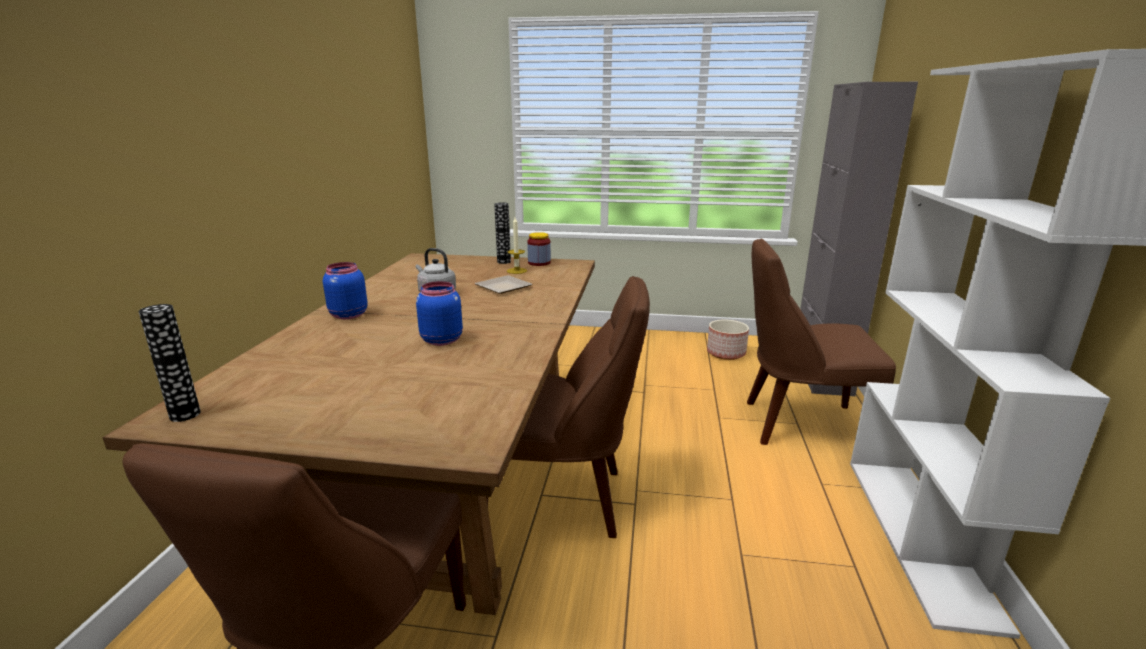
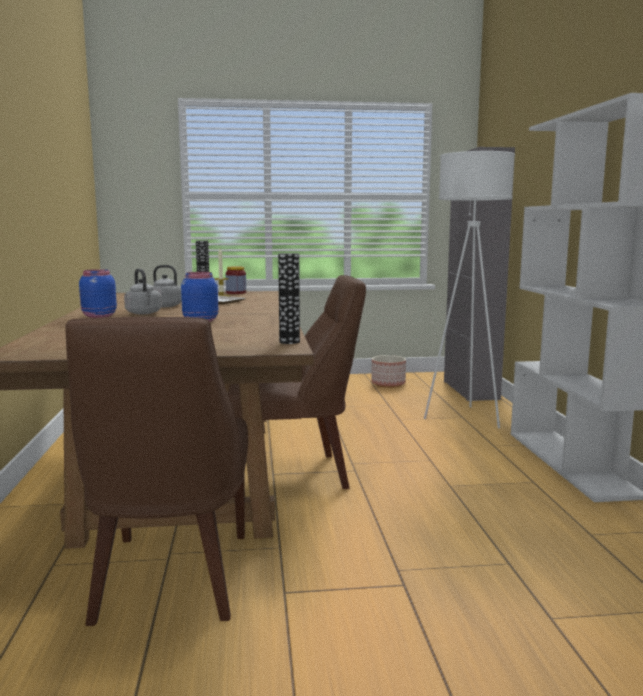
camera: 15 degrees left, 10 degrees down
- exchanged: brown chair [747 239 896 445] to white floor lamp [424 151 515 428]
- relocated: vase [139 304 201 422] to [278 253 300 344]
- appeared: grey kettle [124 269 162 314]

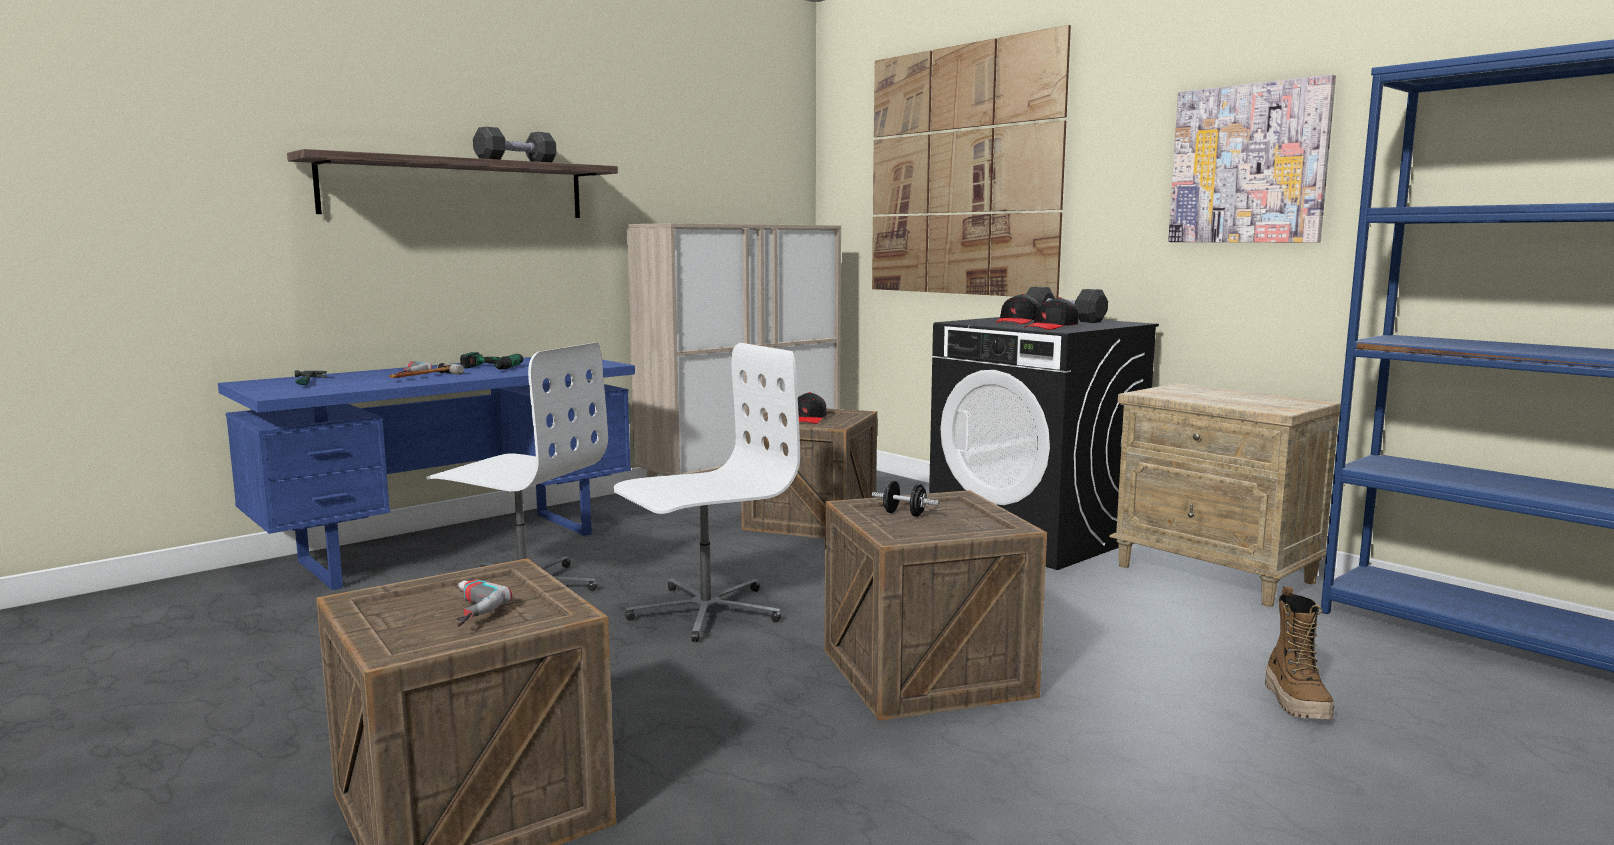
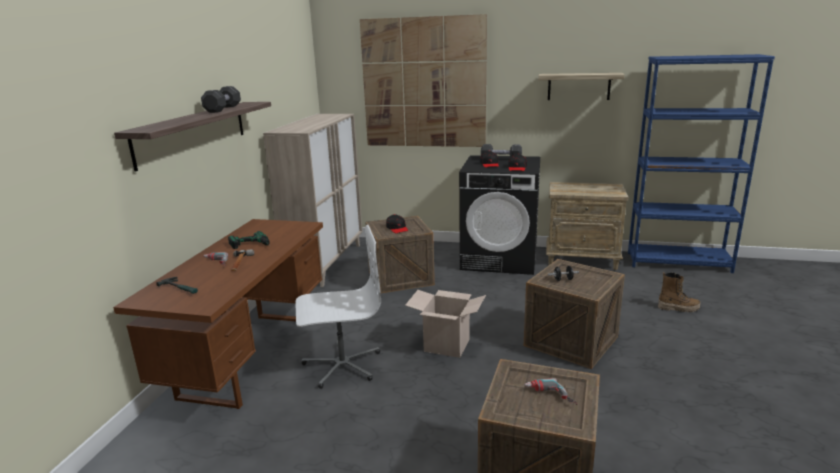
camera: 35 degrees left, 10 degrees up
- exchanged: picture [1168 74 1336 242] to shelf [538 73 625 100]
- exchanged: white office chair [613 343 800 642] to cardboard box [405 290 486 358]
- colour: blue desk [218 357 635 590] to brown desk [113 219 323 409]
- spun: boot [1265 587 1334 719] = [658 272 700 312] 45 degrees counterclockwise

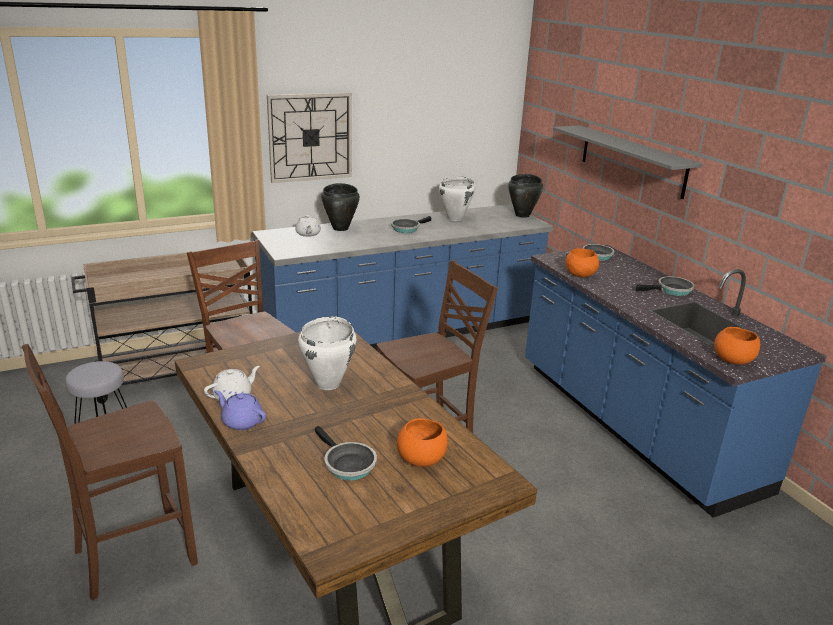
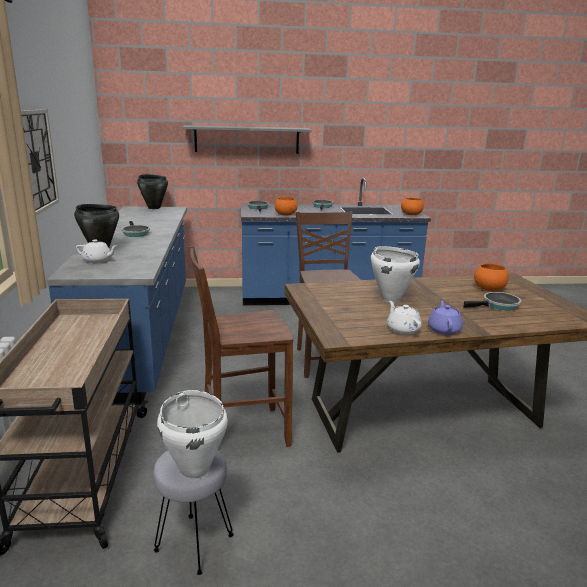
camera: 70 degrees left, 5 degrees down
- relocated: white cooking pot [439 177 475 221] to [157 390 228 479]
- missing: brown chair [22 344 198 600]
- spun: purple teapot [215 390 266 430] = [428 301 463 335] 135 degrees clockwise

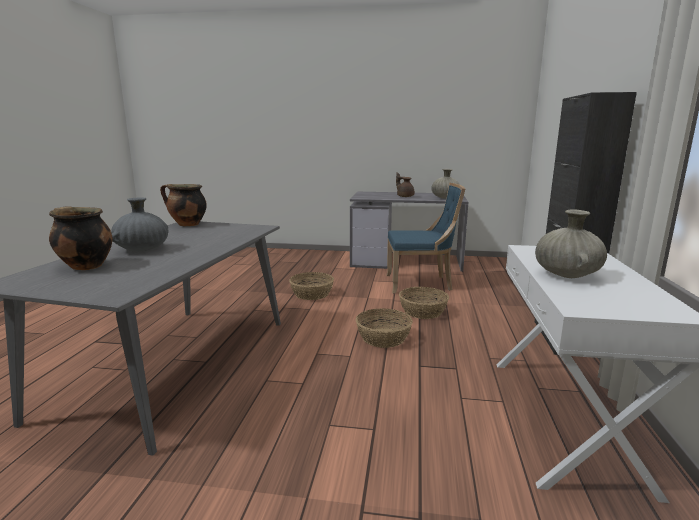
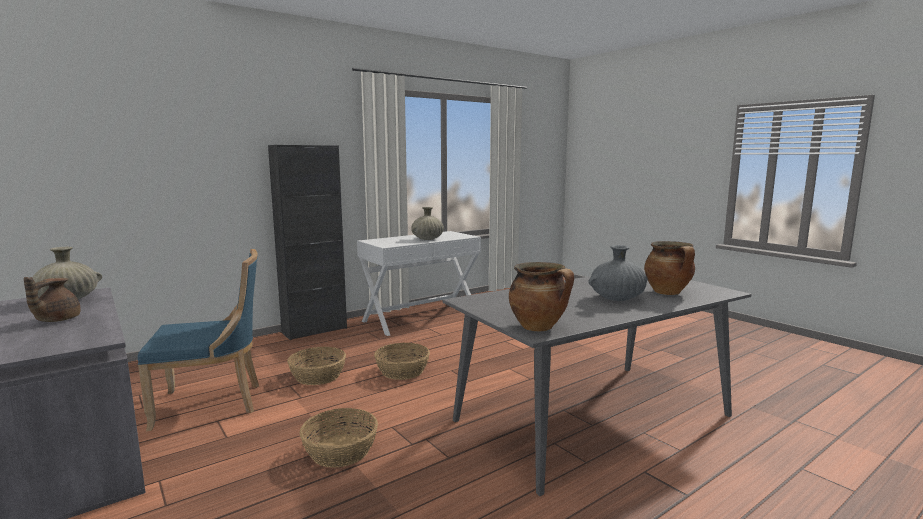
camera: 135 degrees left, 5 degrees down
- spun: blue chair [386 182 465 293] = [138 249 259 431] 120 degrees clockwise

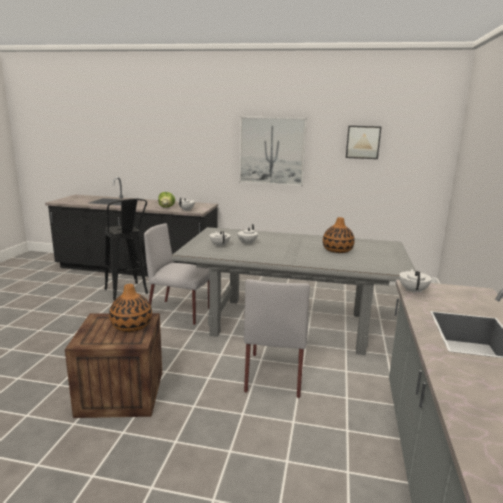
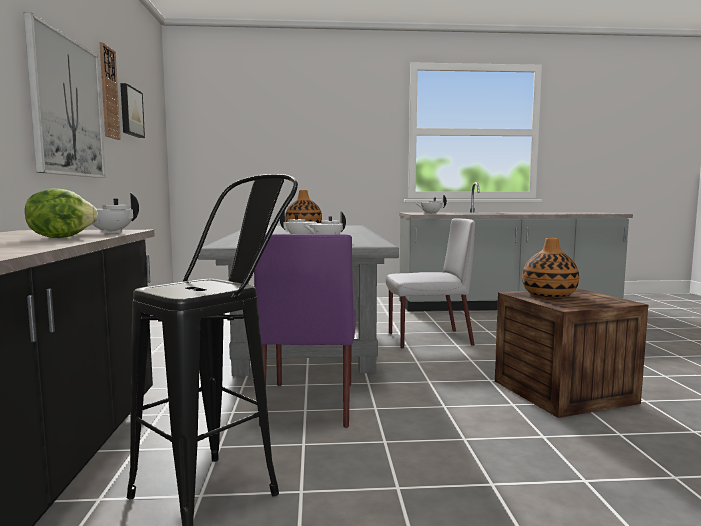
camera: 105 degrees left, 10 degrees down
- colour: grey chair [144 223 209 325] to purple chair [254 234 356 428]
- appeared: wall clock [99 42 121 140]

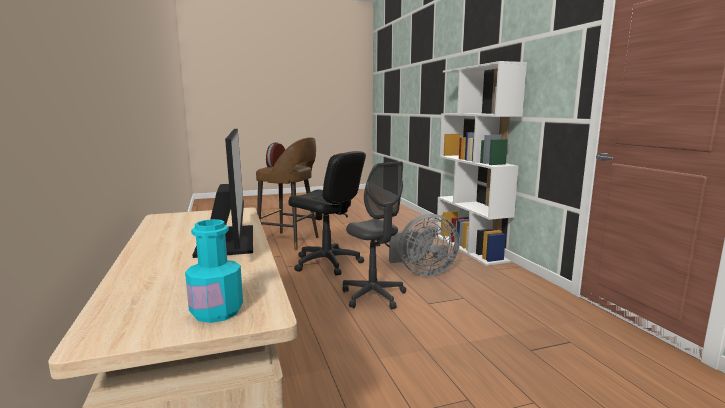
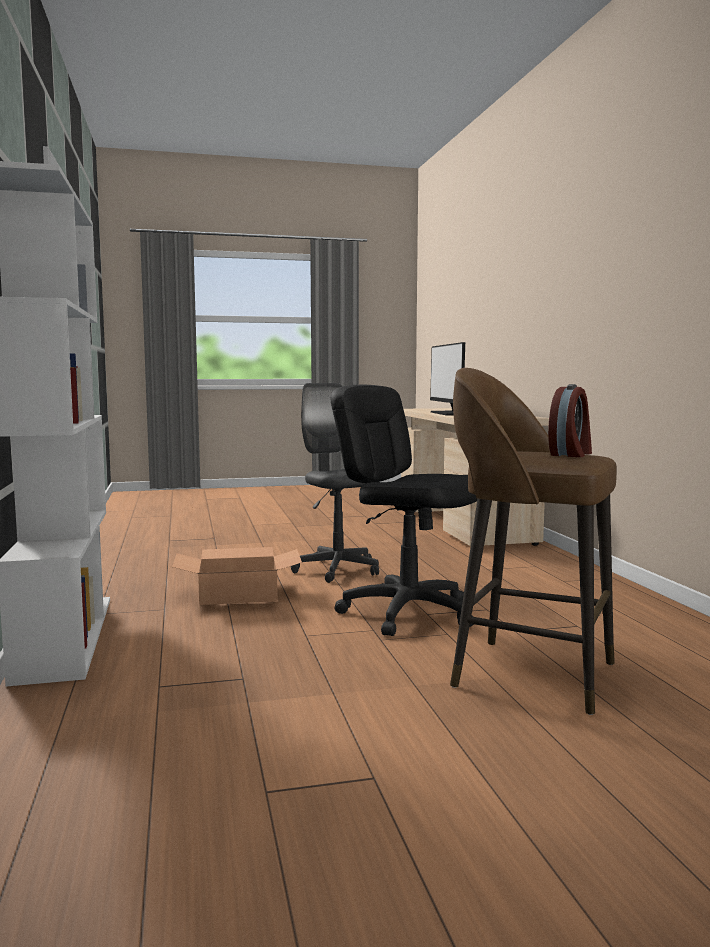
camera: 175 degrees left, 5 degrees down
- exchanged: grey fan [389 214 460 276] to cardboard box [172 547 302 605]
- missing: turquoise bottle [185 219 243 323]

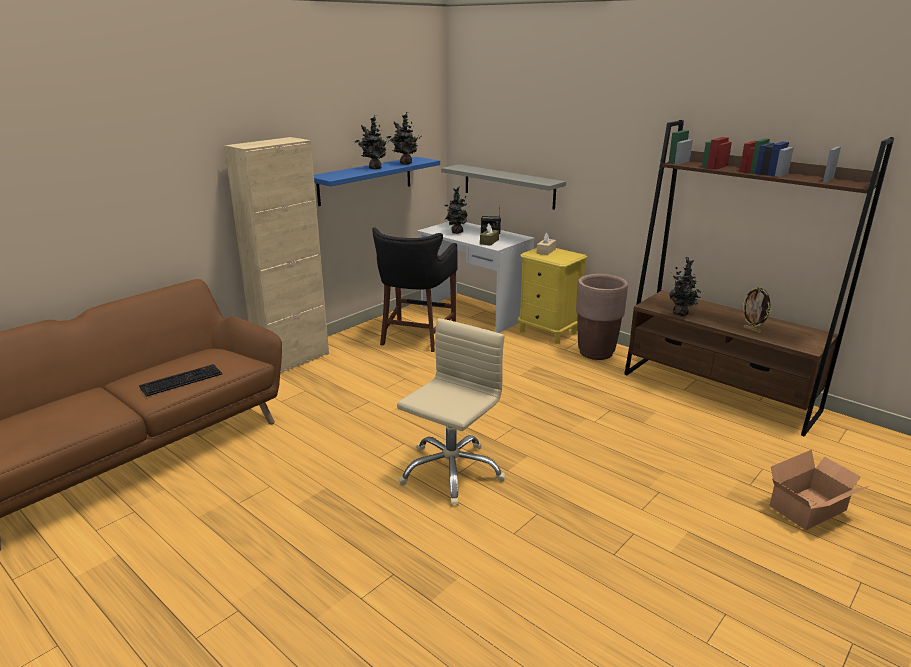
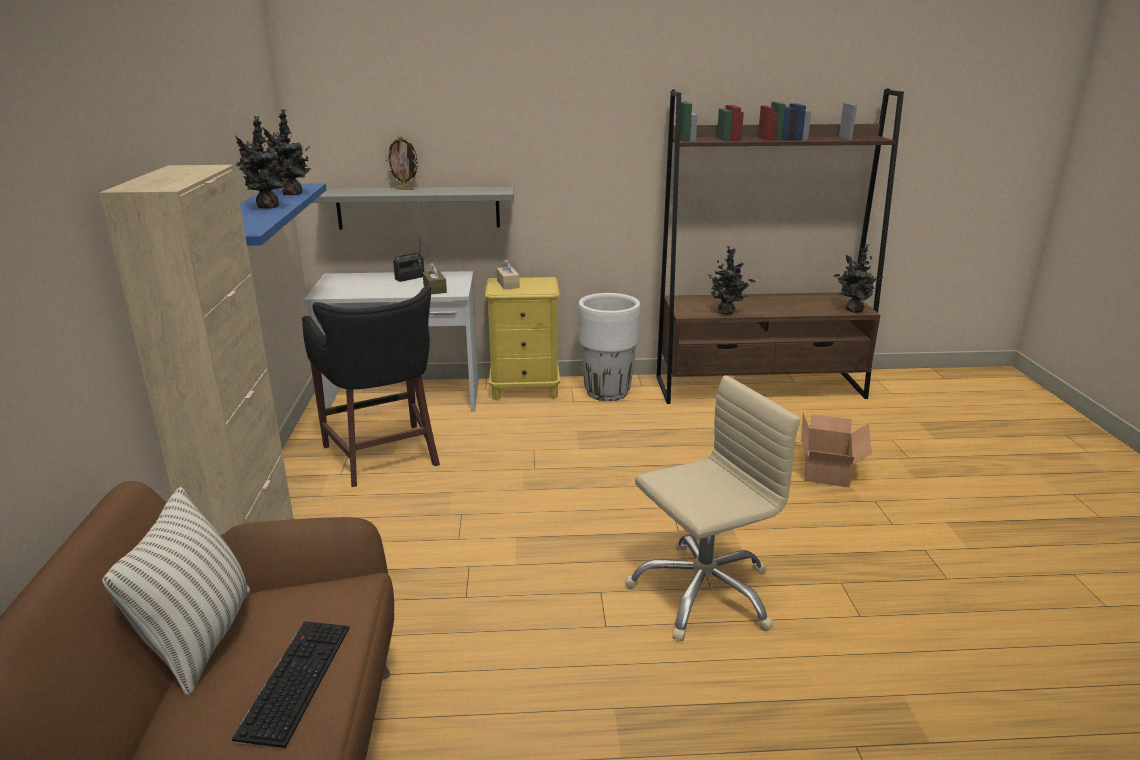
camera: 45 degrees left, 0 degrees up
- relocated: potted plant [444 187 467 234] to [833 244 884 313]
- colour: brown planter [576 274 628 360] to white planter [578 293 640 401]
- relocated: picture frame [742 286 771 333] to [386 136 419 190]
- spun: beige office chair [397 318 506 506] = [625 375 800 641] 75 degrees clockwise
- relocated: cardboard box [769 450 870 530] to [801 413 872 487]
- appeared: pillow [102 487 250 696]

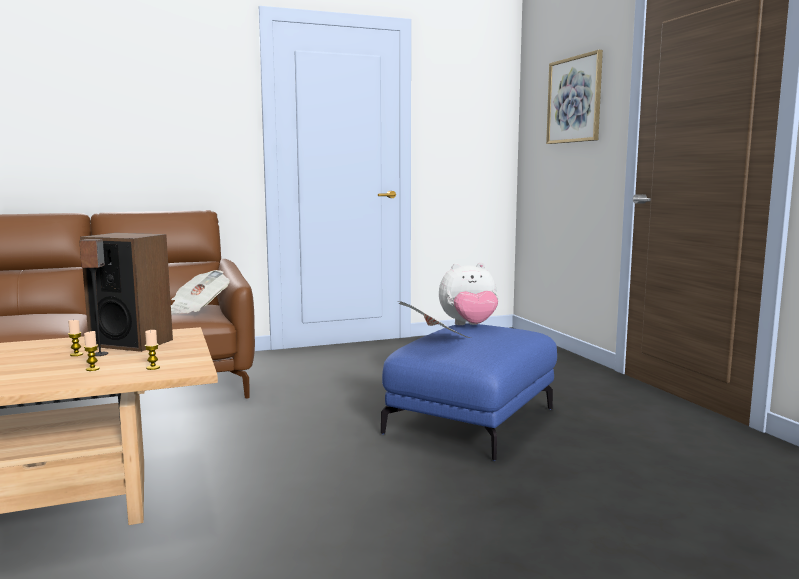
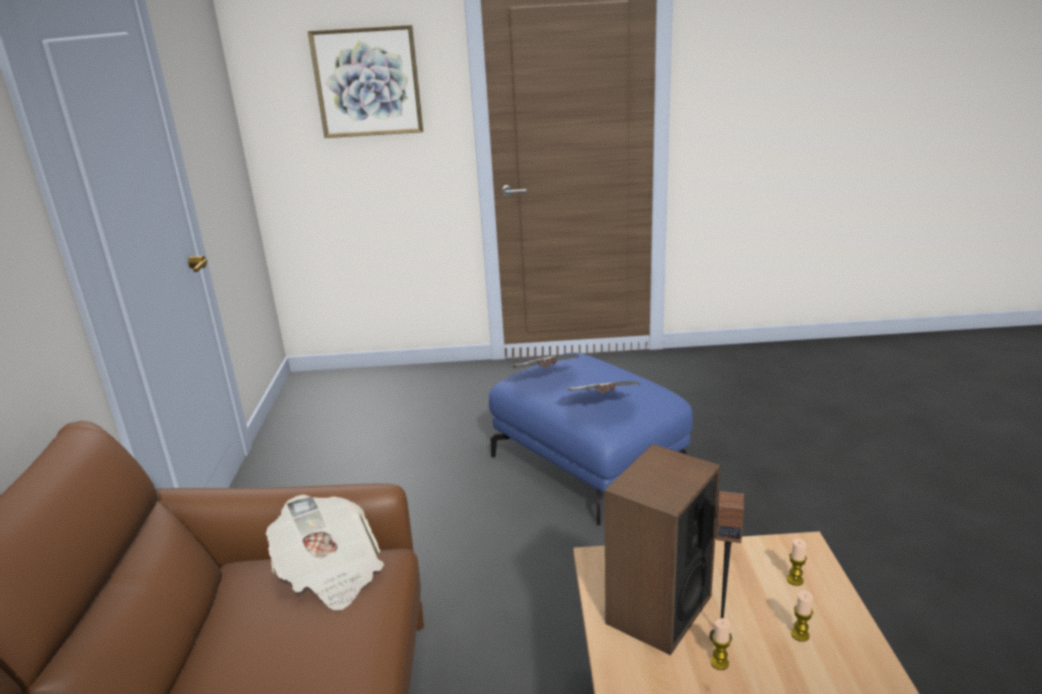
camera: 70 degrees left, 15 degrees up
- exchanged: plush toy [439 263 498 325] to newspaper [511 354 579 368]

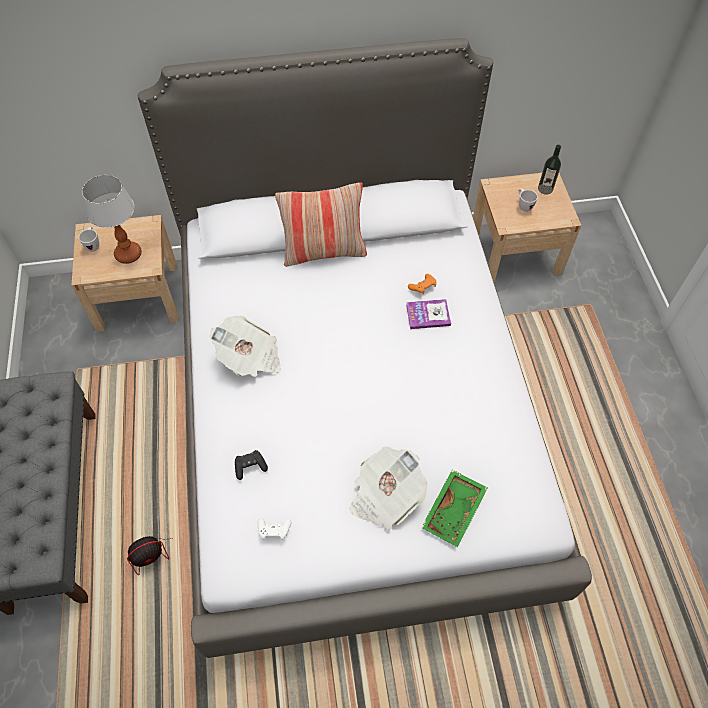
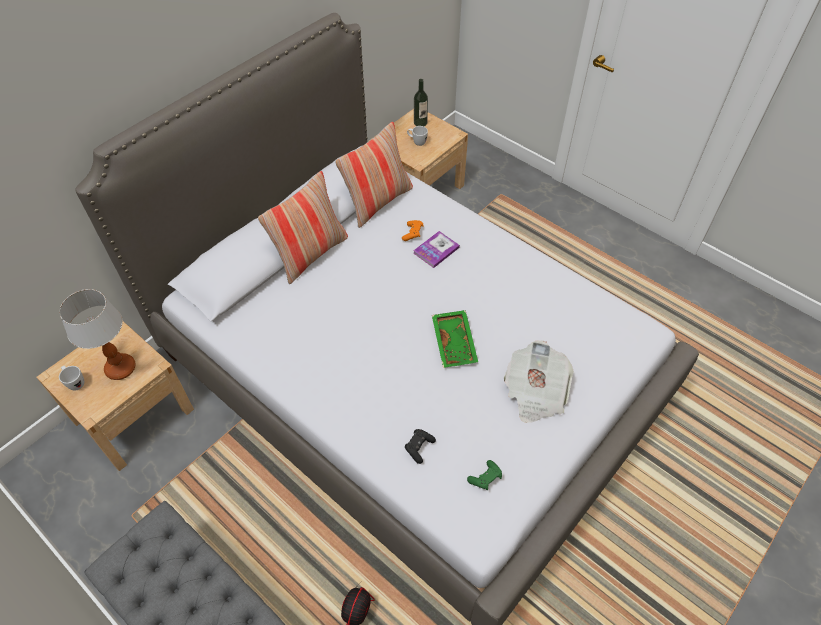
camera: 40 degrees left, 5 degrees down
- missing: newspaper [210 316 281 377]
- relocated: green tray [421 470 487 547] to [432 310 478 368]
- colour: white game controller [258 518 291 541] to green game controller [467 460 502 490]
- appeared: pillow [335 122 413 228]

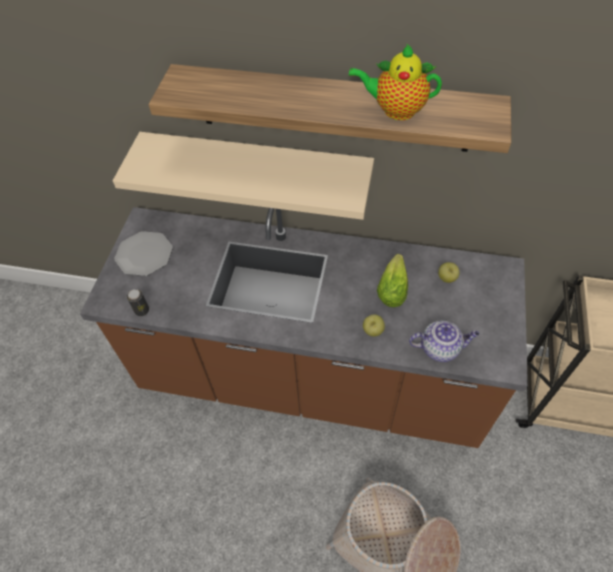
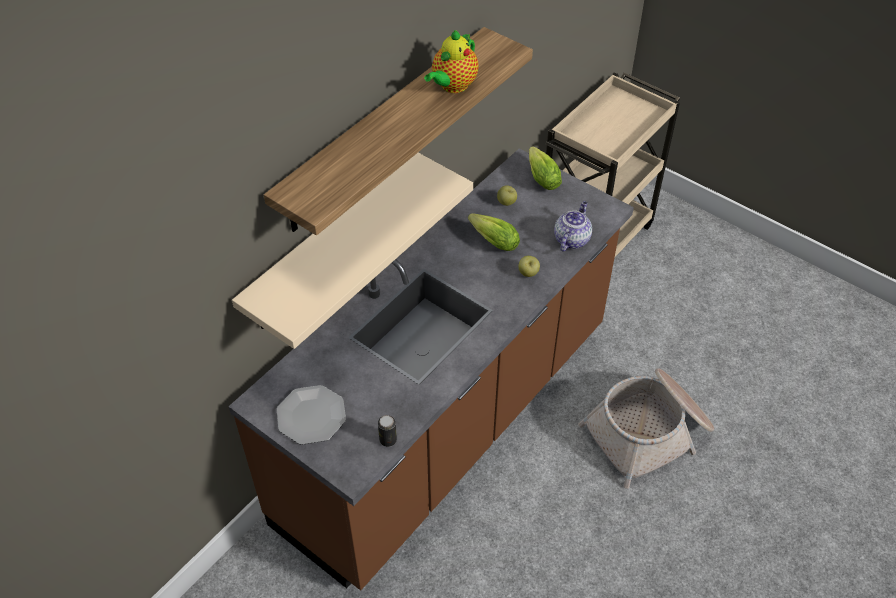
camera: 65 degrees left, 5 degrees down
- appeared: lettuce [529 146 562 190]

